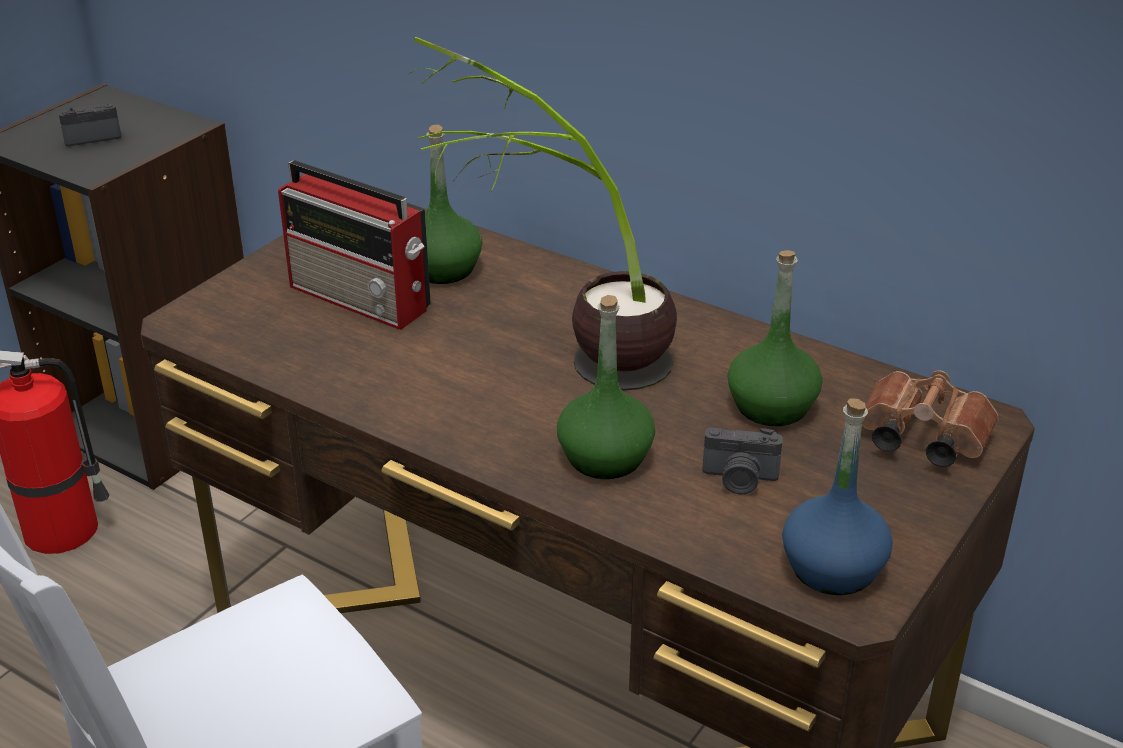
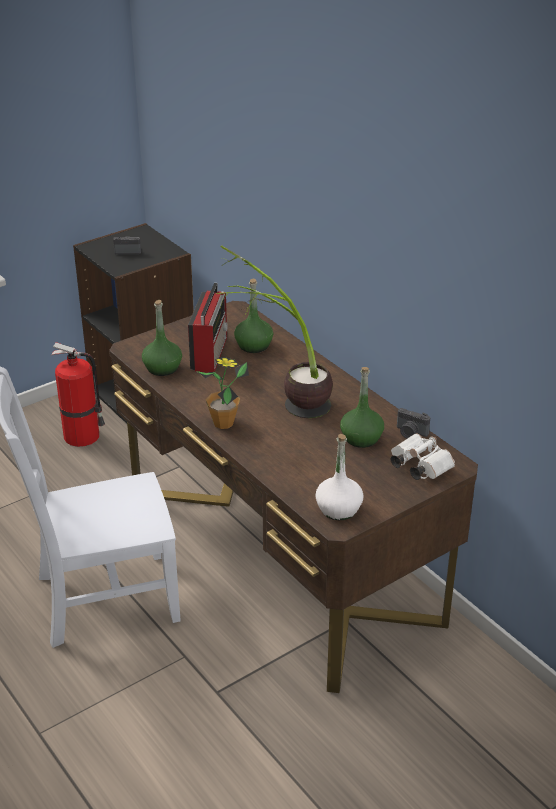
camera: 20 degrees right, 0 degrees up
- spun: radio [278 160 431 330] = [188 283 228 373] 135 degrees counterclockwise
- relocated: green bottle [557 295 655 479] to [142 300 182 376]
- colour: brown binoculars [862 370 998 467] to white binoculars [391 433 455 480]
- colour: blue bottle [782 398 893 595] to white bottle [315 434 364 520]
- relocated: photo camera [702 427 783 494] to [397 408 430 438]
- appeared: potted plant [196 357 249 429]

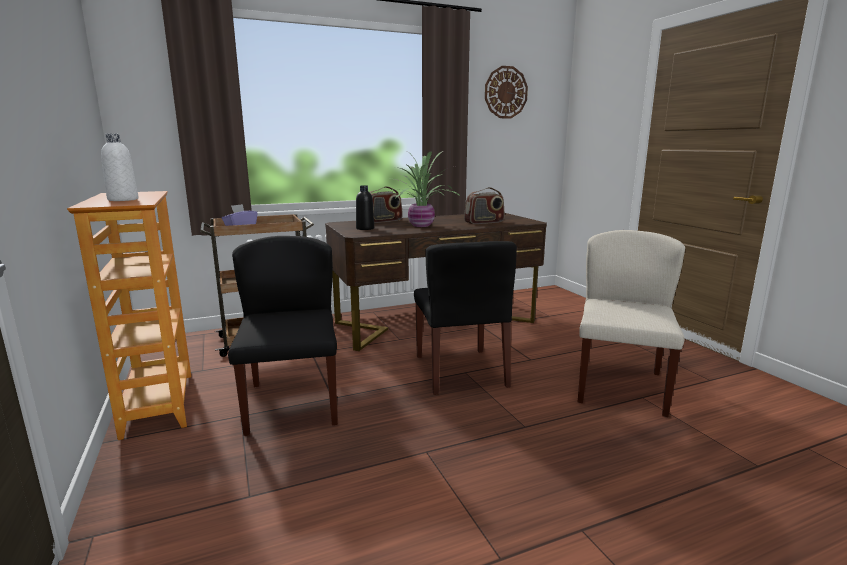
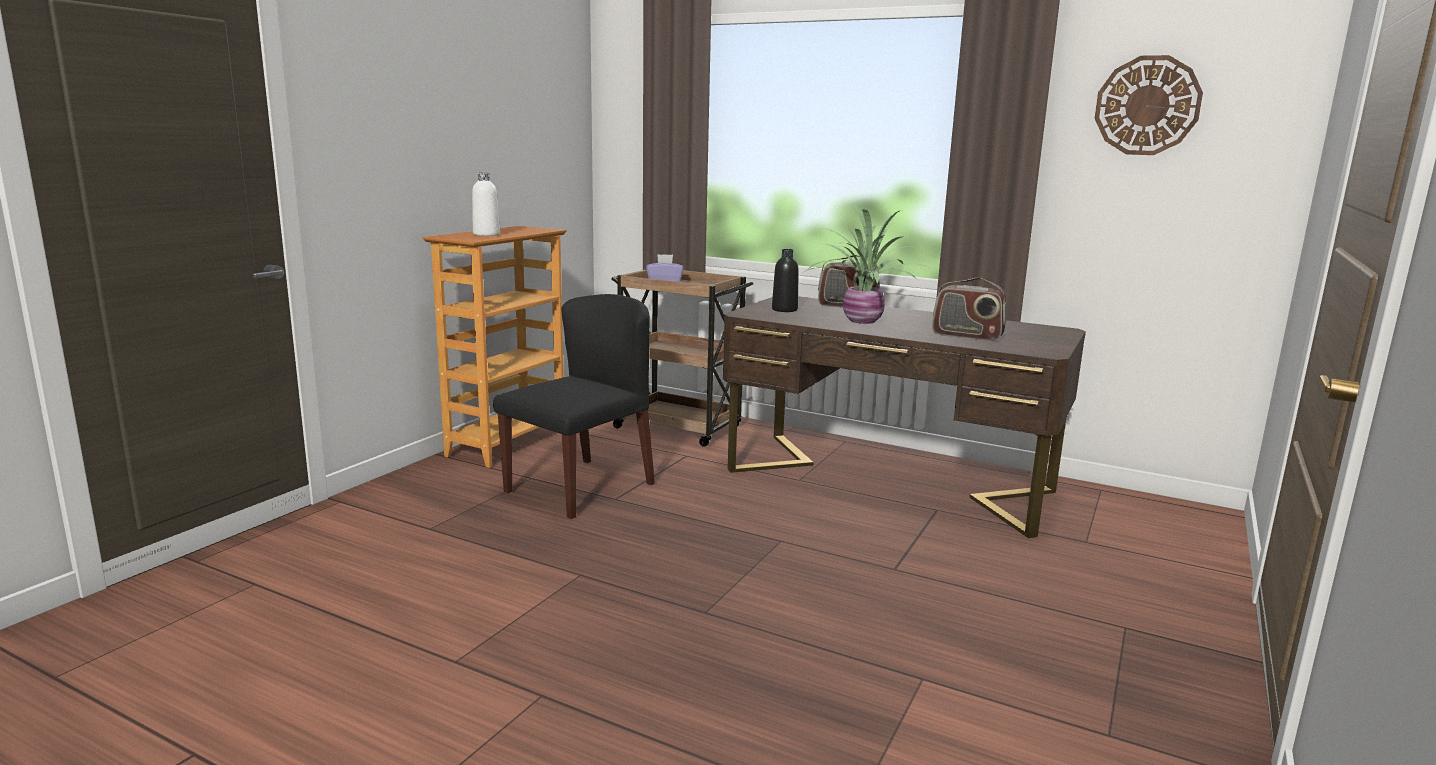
camera: 50 degrees right, 0 degrees up
- missing: beige chair [578 230 685 417]
- missing: black chair [414 241 517 395]

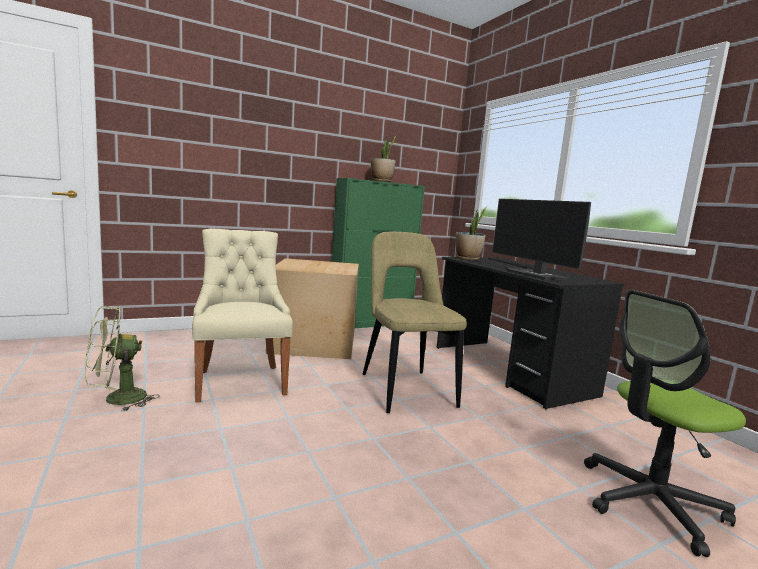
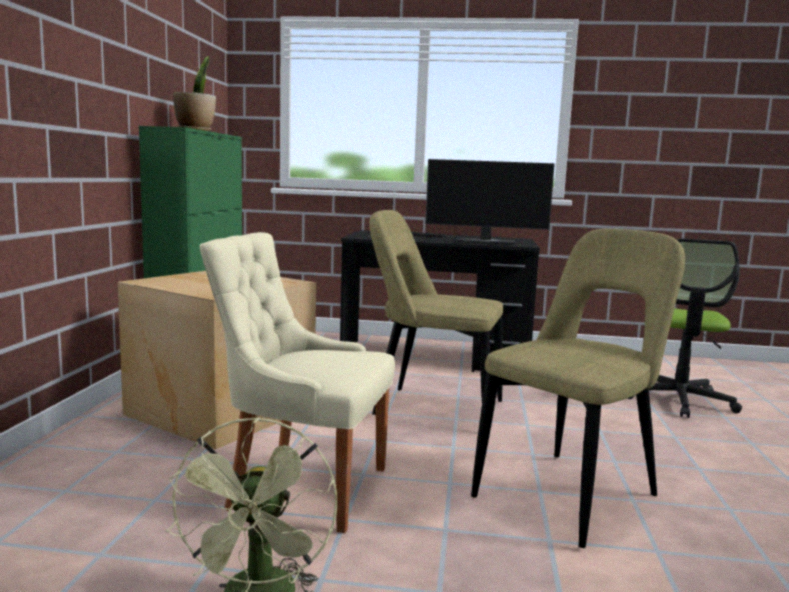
camera: 55 degrees left, 0 degrees up
- missing: potted plant [456 207 487 260]
- appeared: beige chair [471 229 685 548]

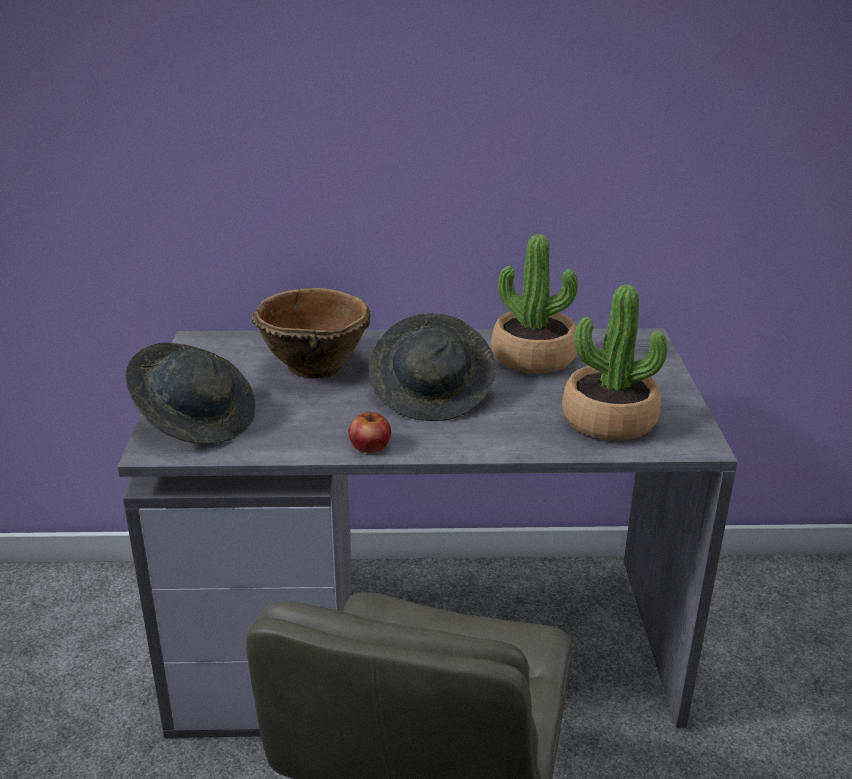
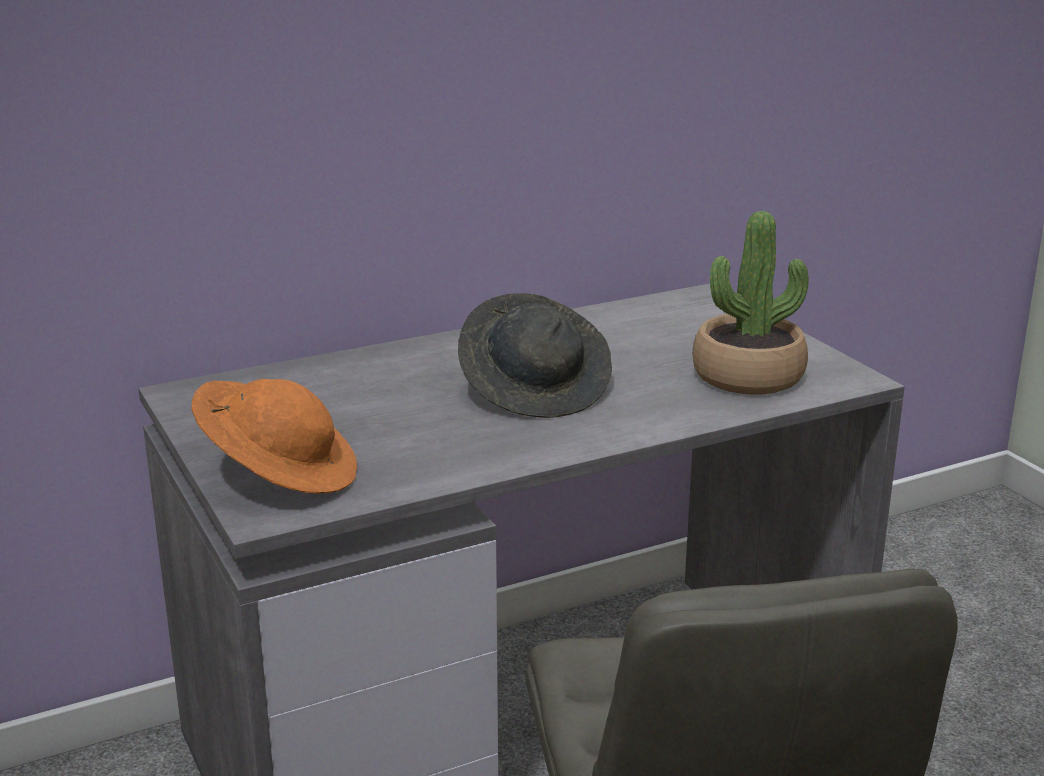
camera: 25 degrees left, 5 degrees down
- missing: potted plant [491 234 578 374]
- missing: brown bowl [252 288 371 378]
- colour: grey hat [125 342 256 444] to orange hat [191 379 357 494]
- missing: apple [348 412 391 453]

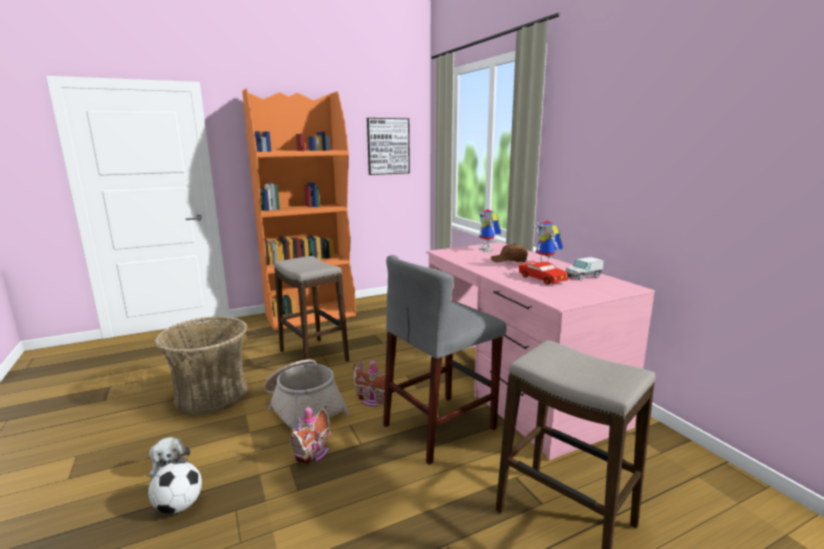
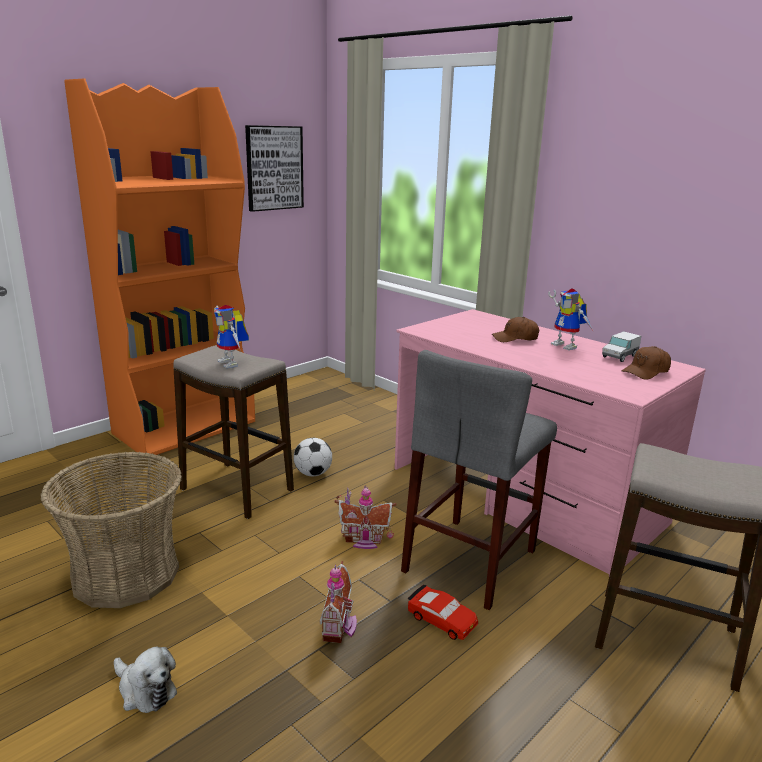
camera: 20 degrees left, 5 degrees up
- relocated: toy robot [478 209 501 252] to [214 305 249 368]
- relocated: red toy car [519 261 568 285] to [407 585 478 640]
- missing: basket [264 359 350 435]
- relocated: football [148 461 202 514] to [294 438 332 477]
- appeared: brown cap [622 346 671 380]

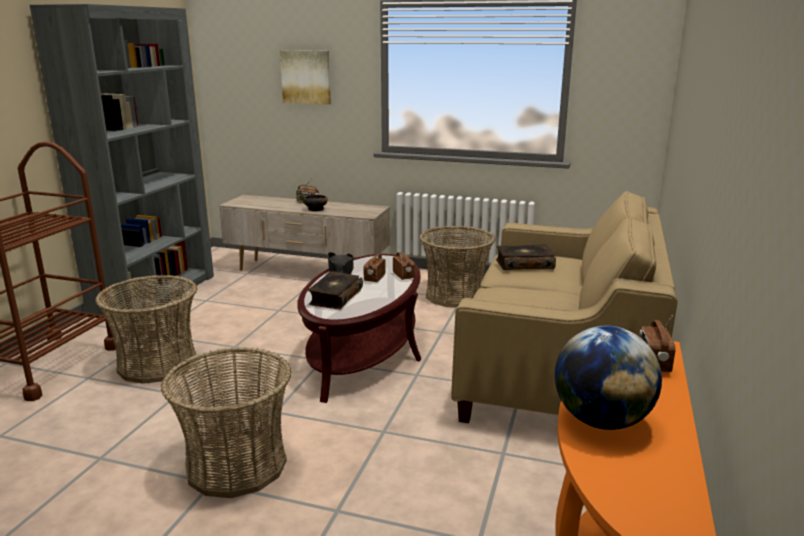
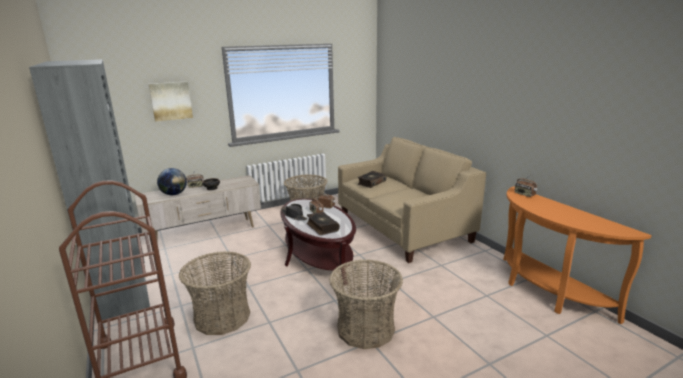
camera: 45 degrees left, 0 degrees up
- relocated: globe [555 326 662 430] to [157 168 187 195]

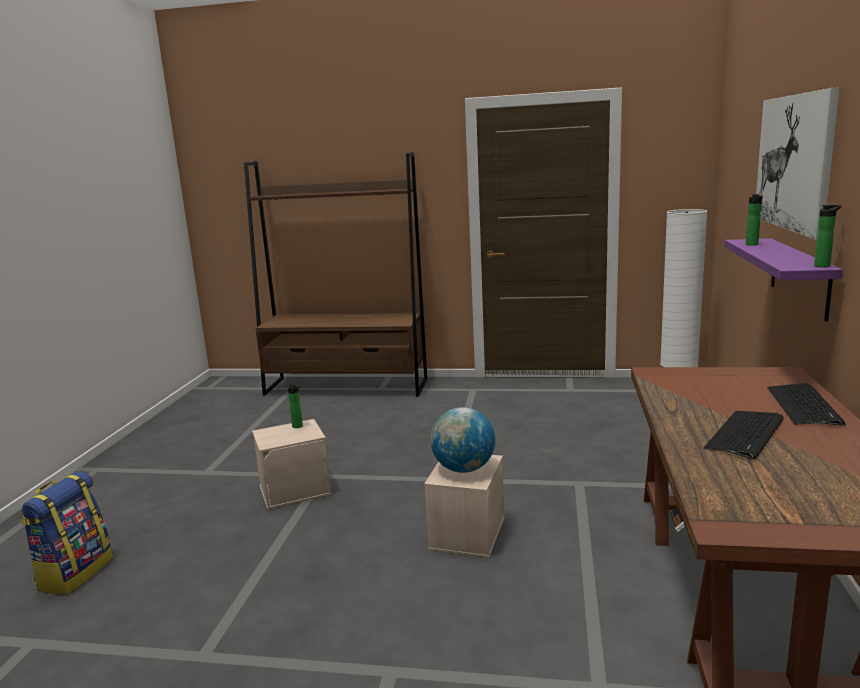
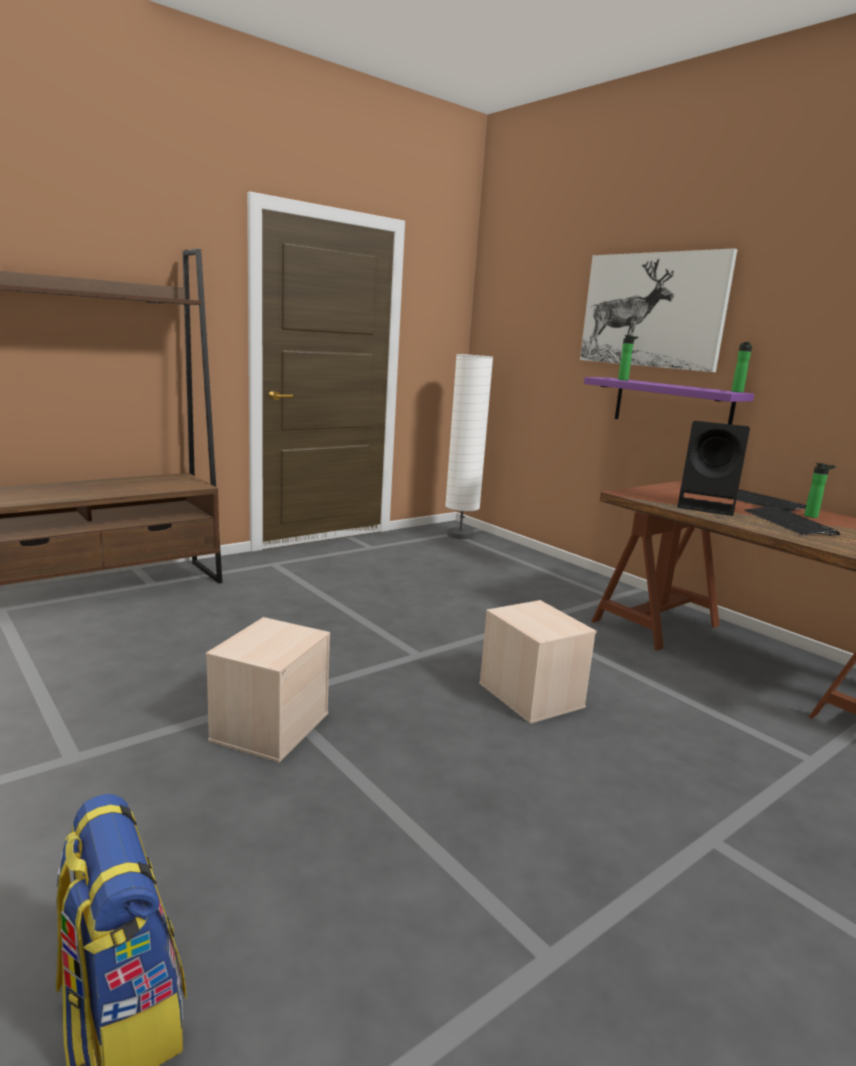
camera: 50 degrees left, 0 degrees up
- relocated: bottle [288 383 303 428] to [804 463 836 518]
- missing: globe [430 407 495 473]
- appeared: black speaker [677 421 750 516]

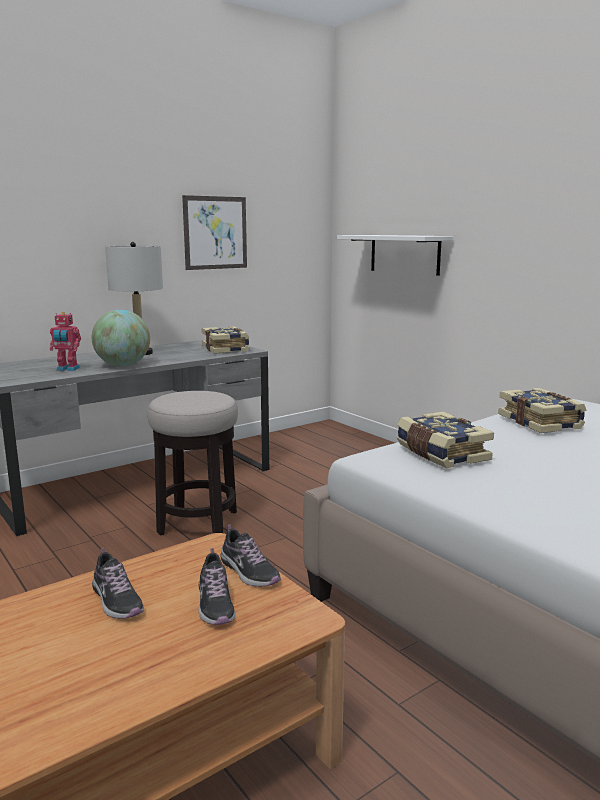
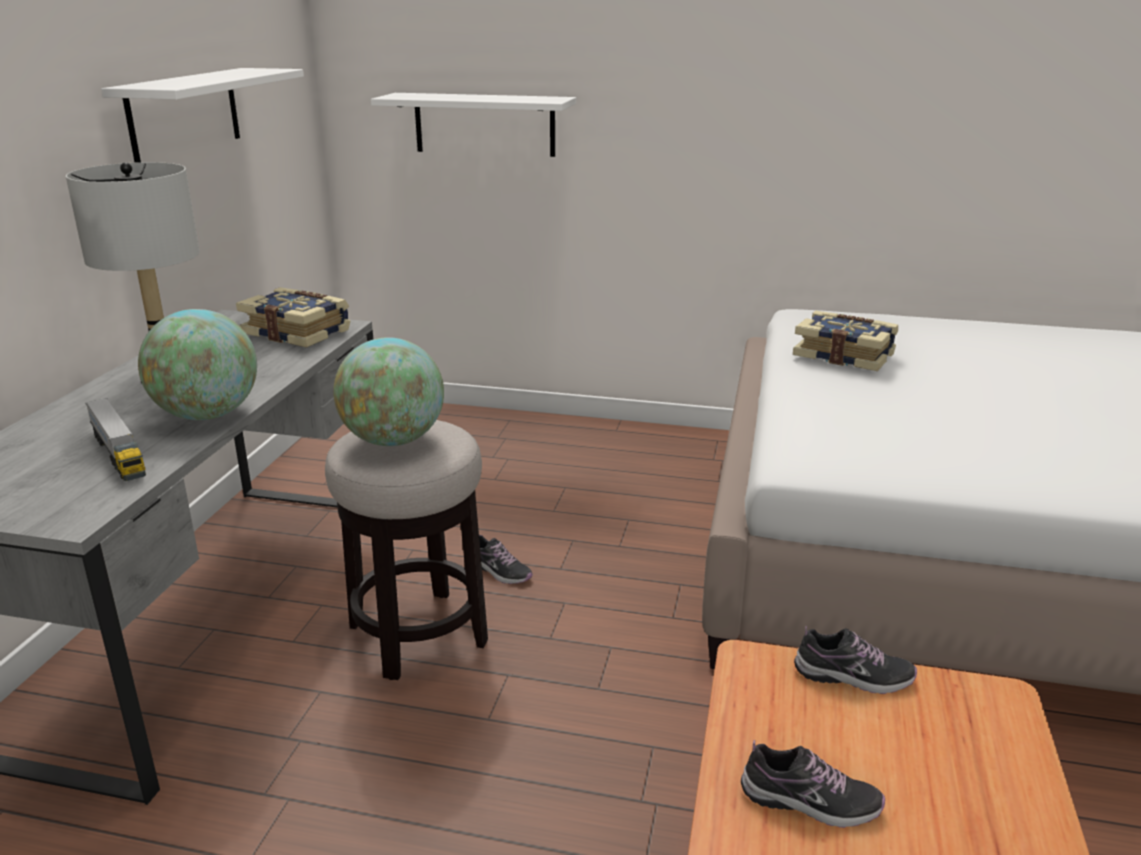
camera: 40 degrees left, 10 degrees up
- exchanged: picture [182 195 247 270] to white shelf [101 68 304 163]
- exchanged: toy robot [50 312 81 371] to toy truck [85 398 146 481]
- missing: book [397 412 494 468]
- relocated: shoe [198 548 235 625] to [479 535 533 584]
- appeared: globe [333 337 444 446]

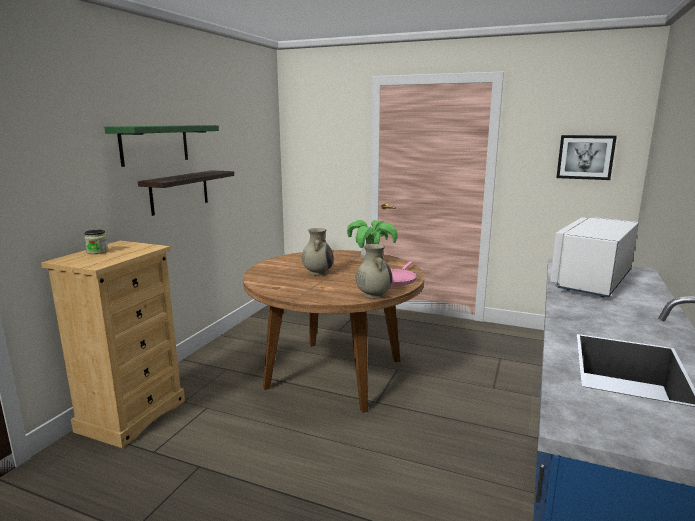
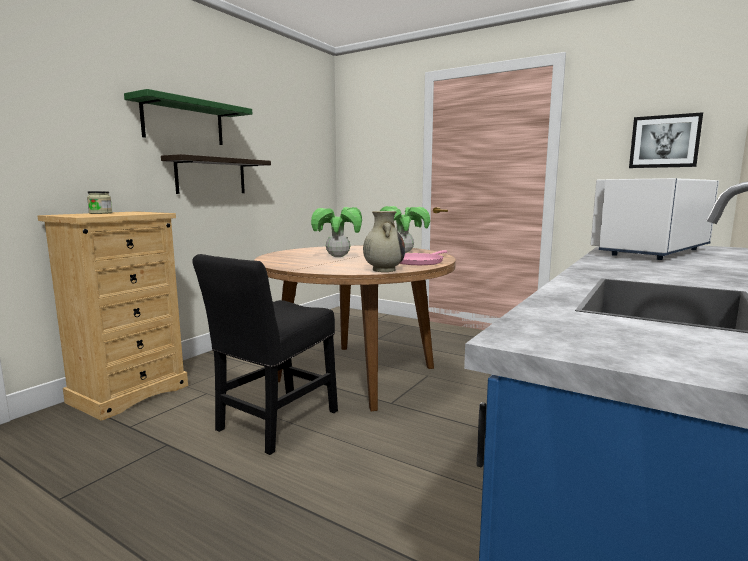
camera: 10 degrees right, 5 degrees down
- exchanged: beige vase [302 228 334 276] to potted plant [311 207 362 257]
- appeared: black chair [192 254 338 455]

